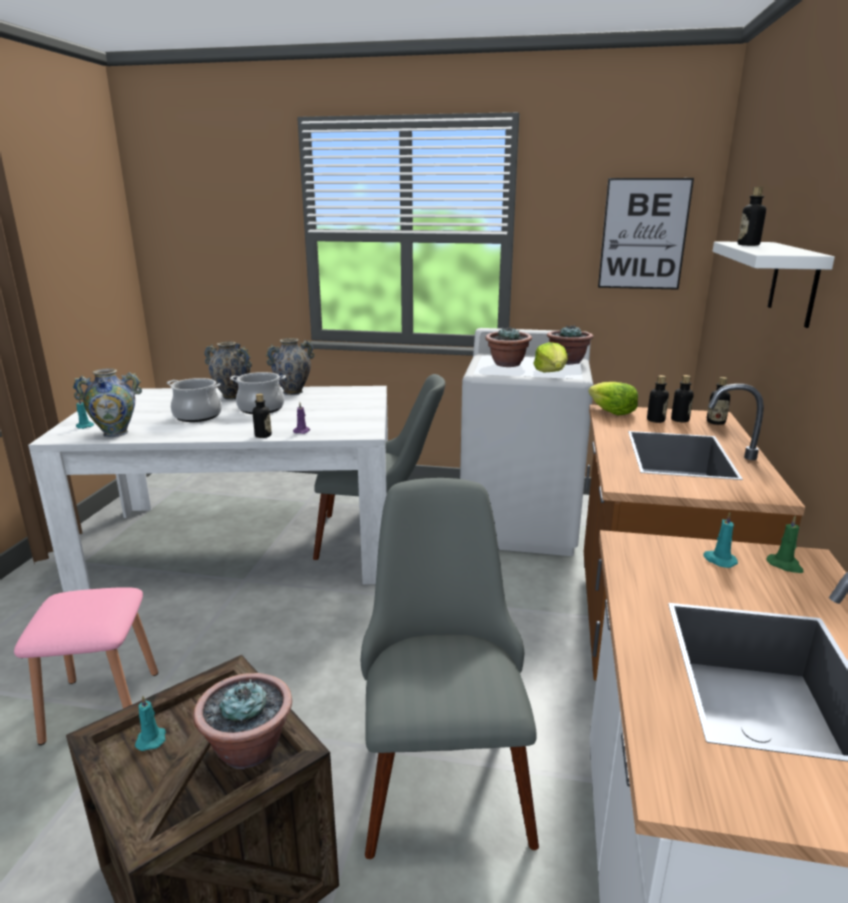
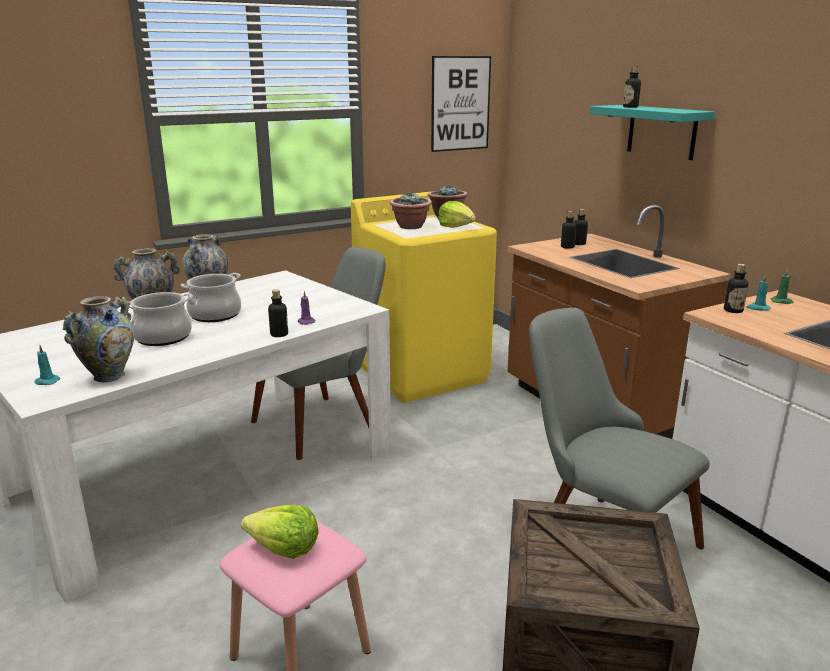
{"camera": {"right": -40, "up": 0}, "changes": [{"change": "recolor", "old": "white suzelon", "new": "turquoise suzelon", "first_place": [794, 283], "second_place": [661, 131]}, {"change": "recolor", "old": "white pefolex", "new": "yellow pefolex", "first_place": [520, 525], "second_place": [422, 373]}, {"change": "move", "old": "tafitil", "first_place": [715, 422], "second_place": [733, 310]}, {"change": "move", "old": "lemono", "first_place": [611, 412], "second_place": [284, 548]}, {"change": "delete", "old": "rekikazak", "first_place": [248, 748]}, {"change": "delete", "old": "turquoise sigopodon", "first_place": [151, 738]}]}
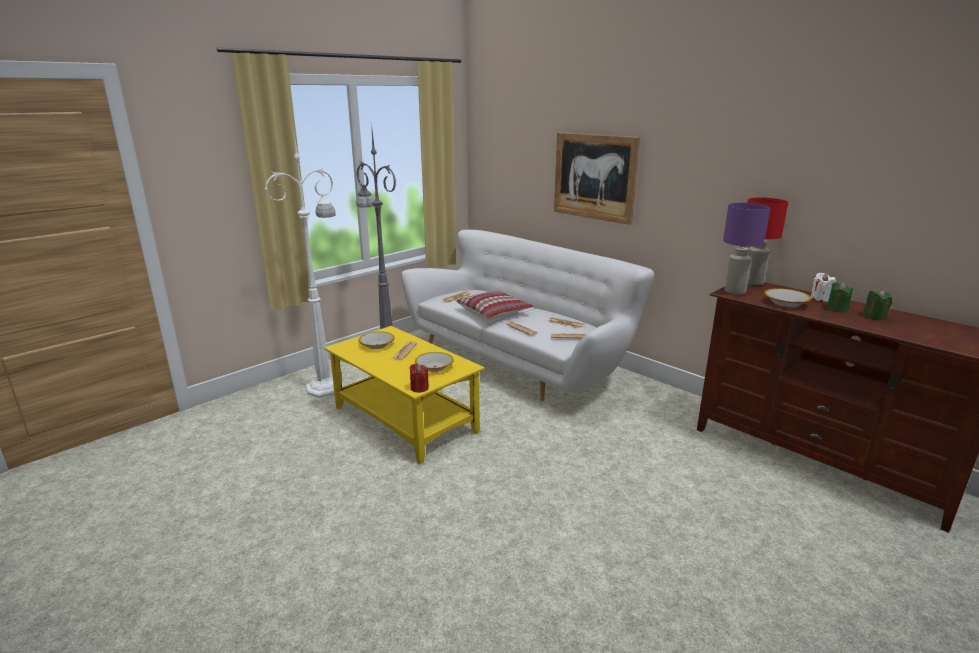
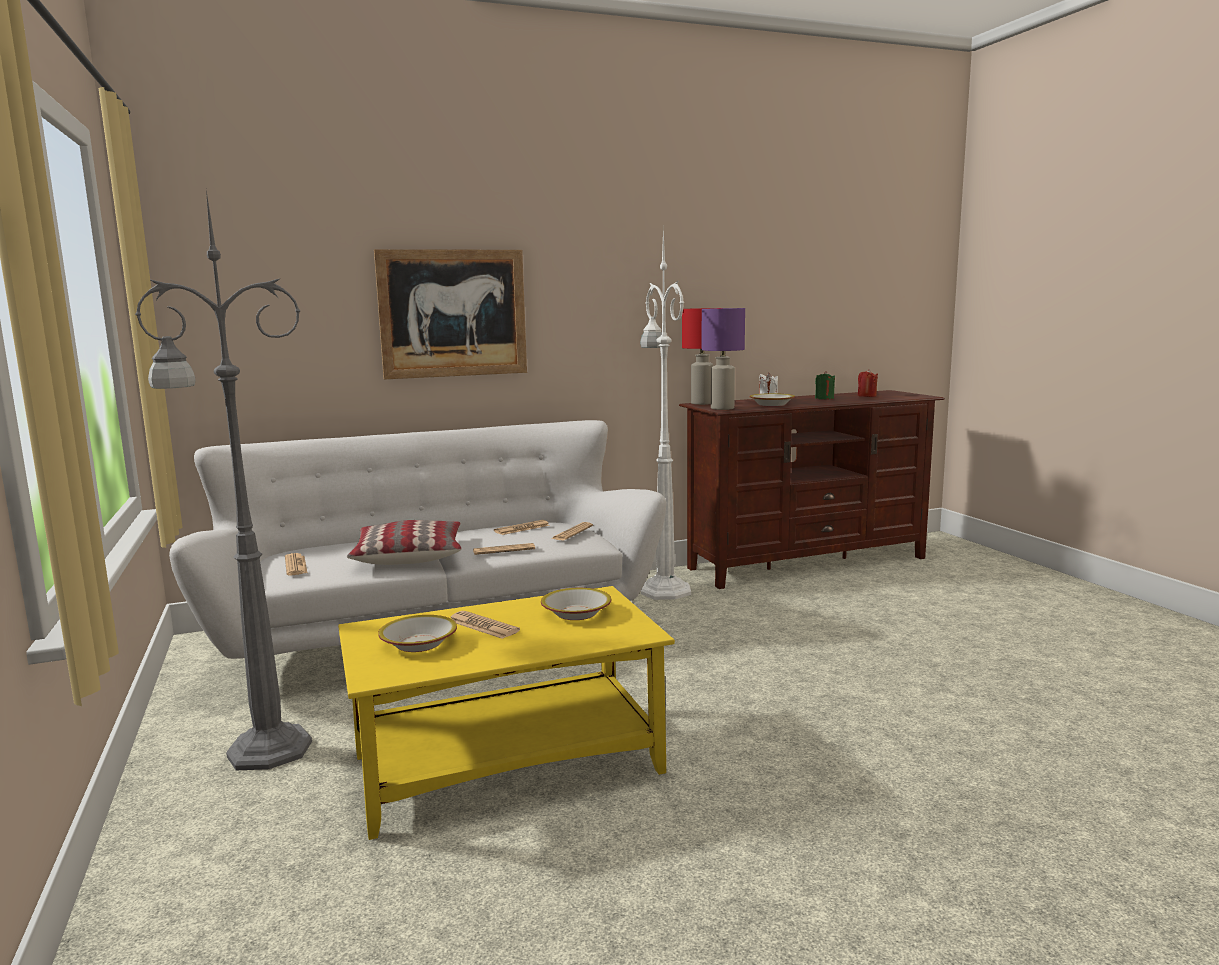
{"camera": {"right": -65, "up": -10}, "changes": [{"change": "move", "old": "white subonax", "first_place": [326, 387], "second_place": [664, 589]}, {"change": "delete", "old": "green sigopodon", "first_place": [837, 309]}, {"change": "move", "old": "red sigopodon", "first_place": [419, 388], "second_place": [867, 396]}]}
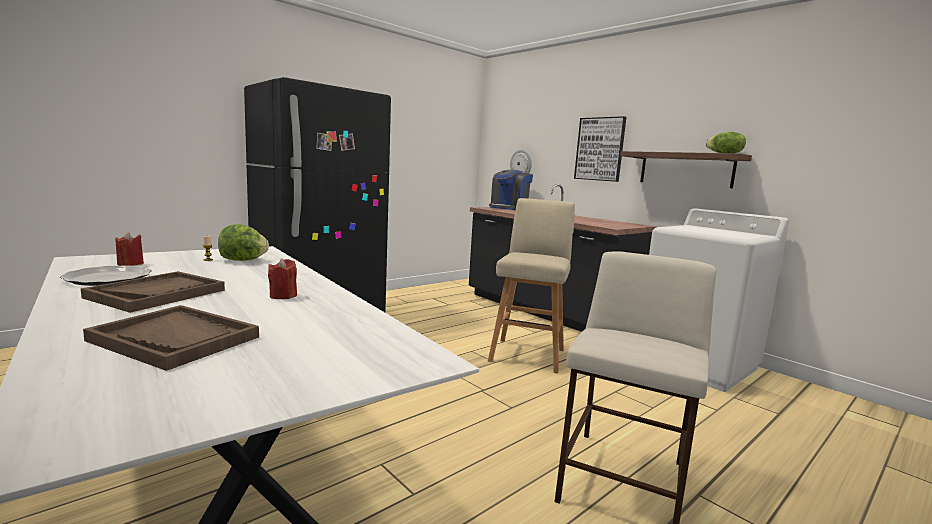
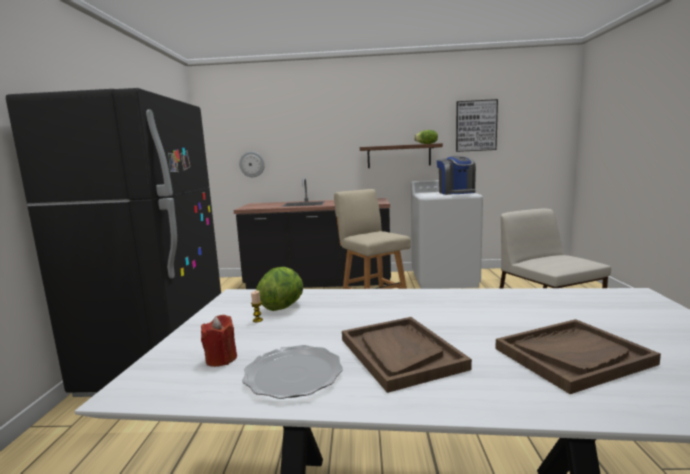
{"camera": {"right": -45, "up": 0}, "changes": [{"change": "move", "old": "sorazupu", "first_place": [600, 149], "second_place": [476, 126]}, {"change": "move", "old": "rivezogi", "first_place": [509, 208], "second_place": [456, 193]}, {"change": "delete", "old": "red sigopodon", "first_place": [283, 296]}]}
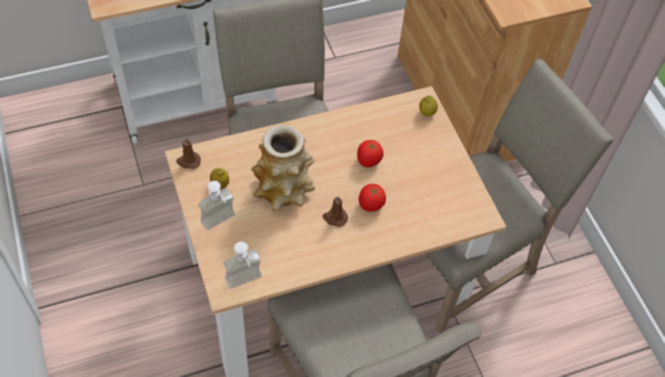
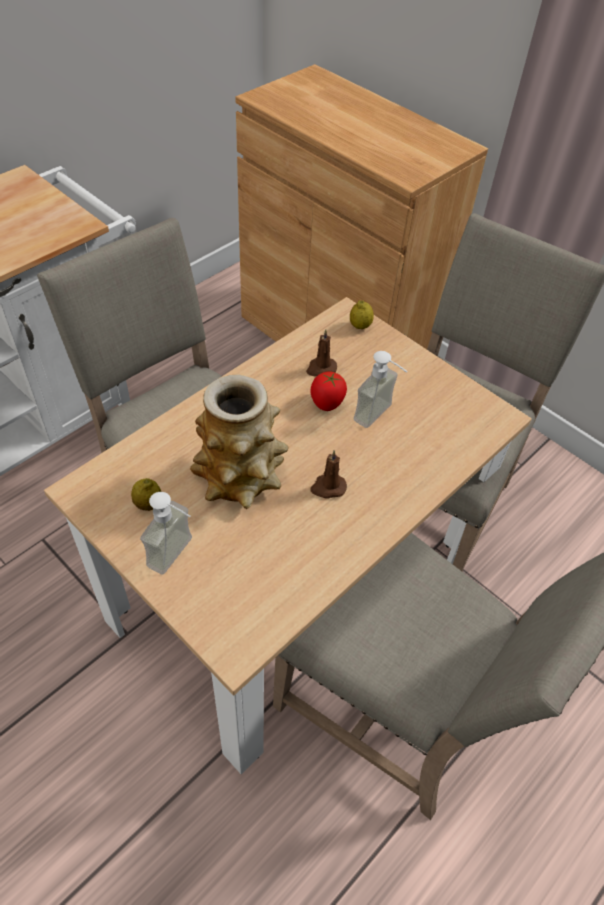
{"camera": {"right": -25, "up": -5}, "changes": [{"change": "move", "old": "brown sigopodon", "first_place": [188, 161], "second_place": [321, 368]}, {"change": "delete", "old": "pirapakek", "first_place": [370, 205]}, {"change": "move", "old": "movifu", "first_place": [246, 283], "second_place": [380, 417]}]}
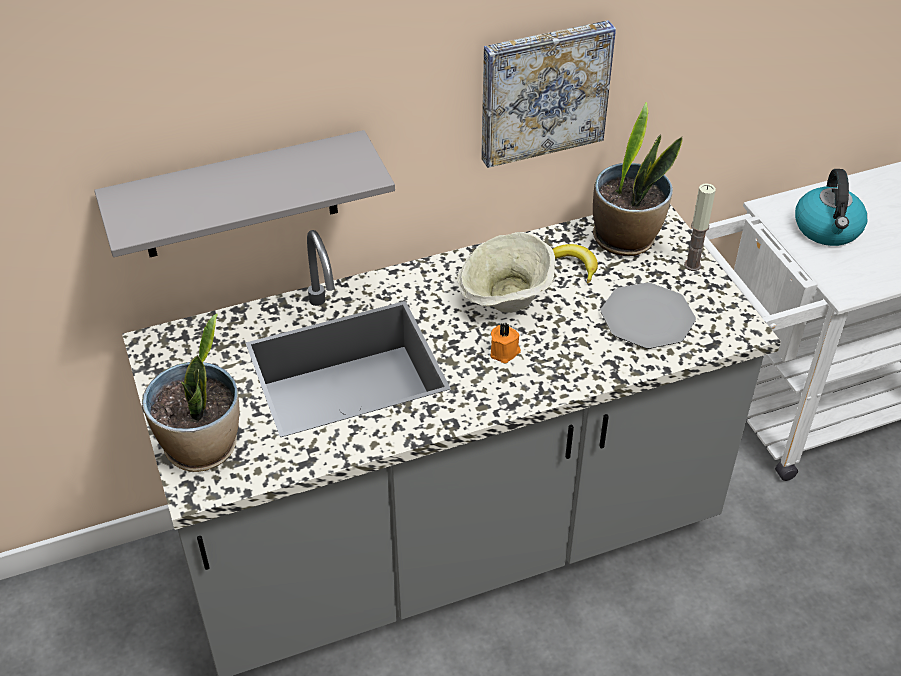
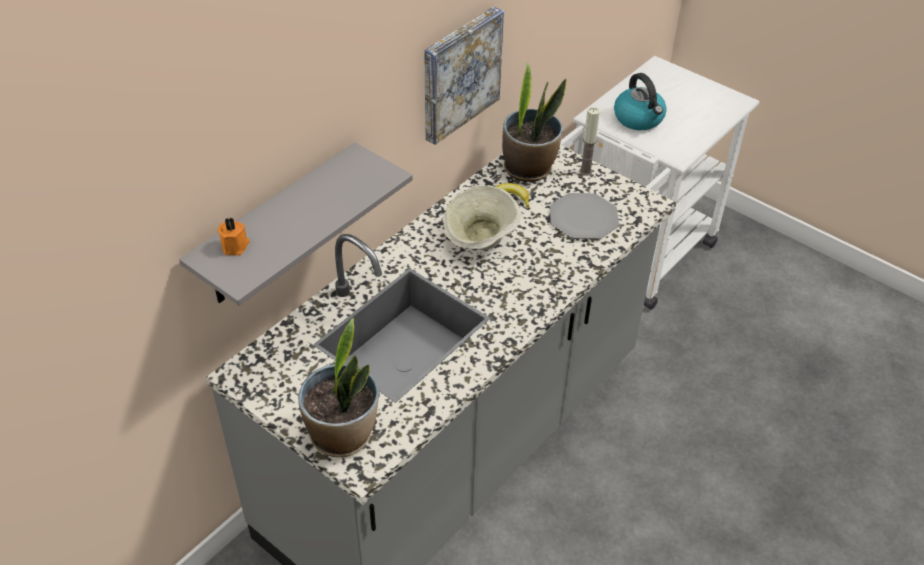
{"camera": {"right": -30, "up": 0}, "changes": [{"change": "move", "old": "orange sigopodon", "first_place": [505, 352], "second_place": [236, 246]}]}
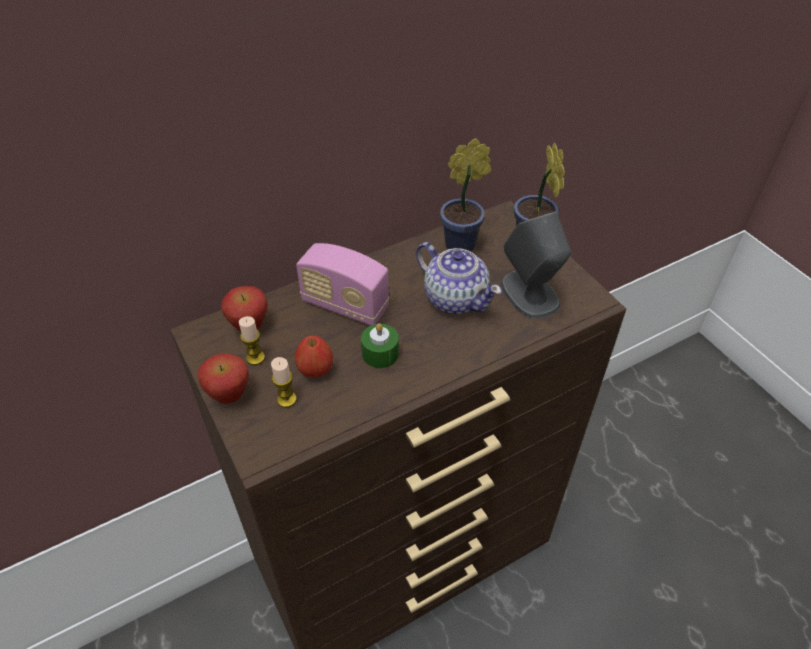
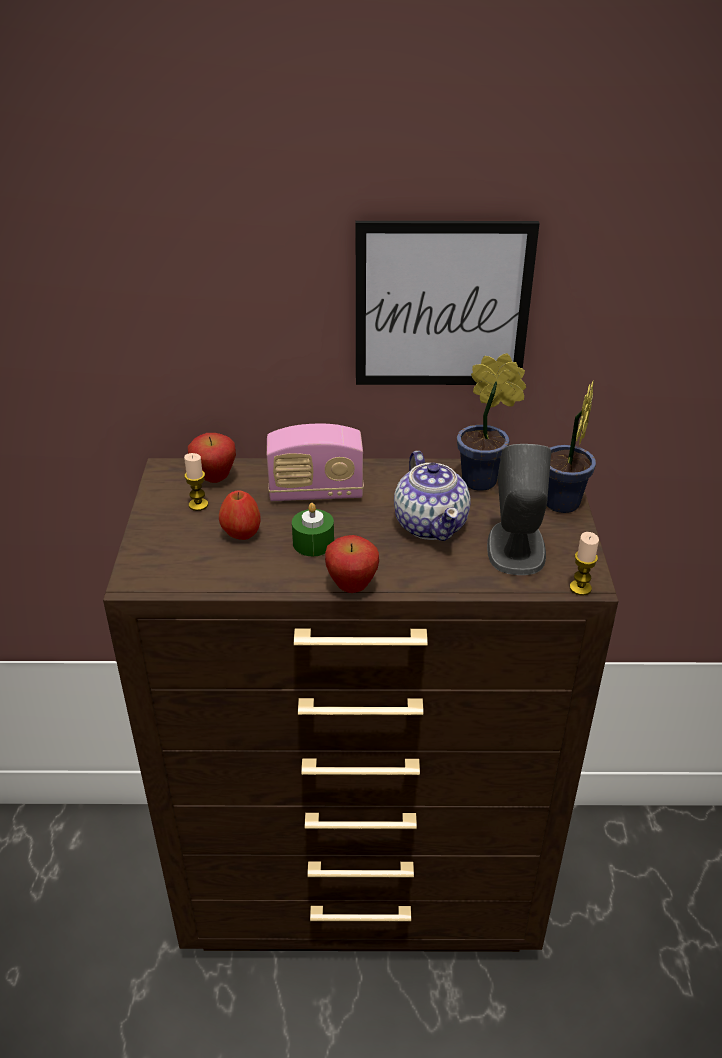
{"camera": {"right": 30, "up": -10}, "changes": [{"change": "rotate", "old": "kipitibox", "first_place": [345, 305], "second_place": [316, 492], "degrees": -60}, {"change": "move", "old": "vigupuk", "first_place": [229, 396], "second_place": [352, 587]}, {"change": "move", "old": "sigopodon", "first_place": [286, 399], "second_place": [580, 588]}, {"change": "insert", "new": "sorazupu", "second_place": [442, 305]}]}
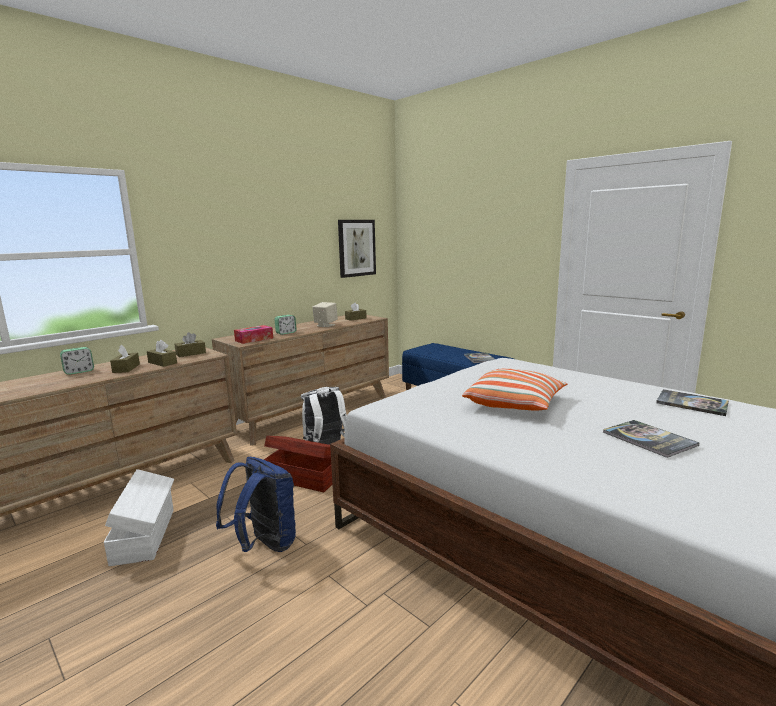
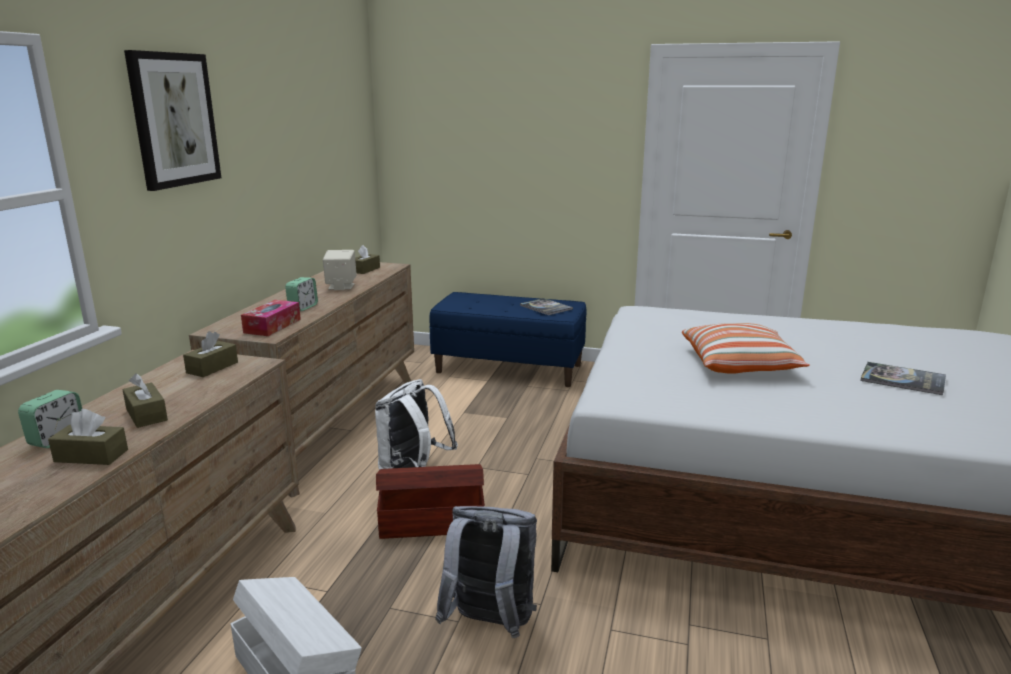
{"camera": {"right": -30, "up": 5}, "changes": [{"change": "move", "old": "sorazupu", "first_place": [356, 248], "second_place": [174, 120]}, {"change": "move", "old": "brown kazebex", "first_place": [162, 363], "second_place": [91, 456]}, {"change": "delete", "old": "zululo", "first_place": [692, 403]}, {"change": "recolor", "old": "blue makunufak", "new": "grey makunufak", "first_place": [264, 545], "second_place": [490, 624]}]}
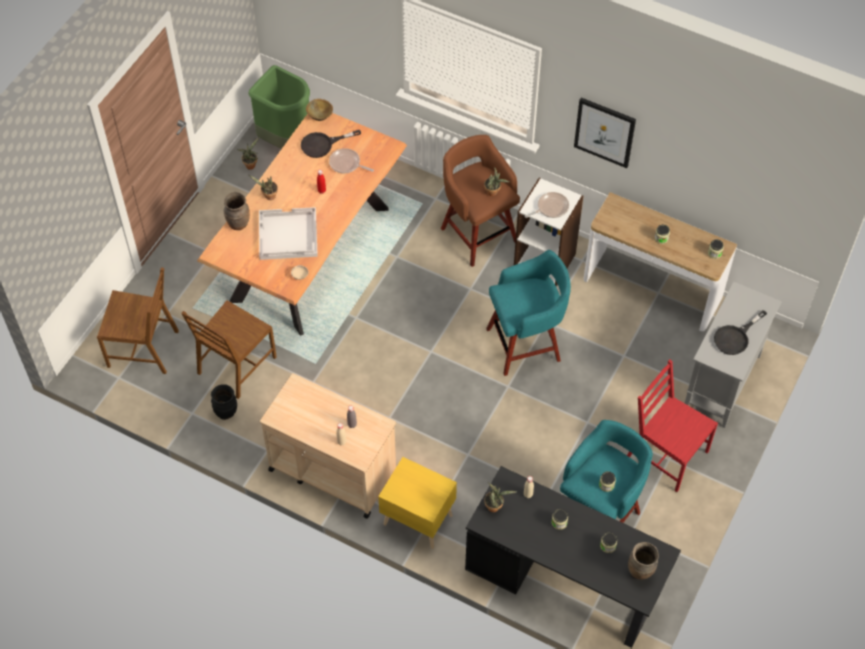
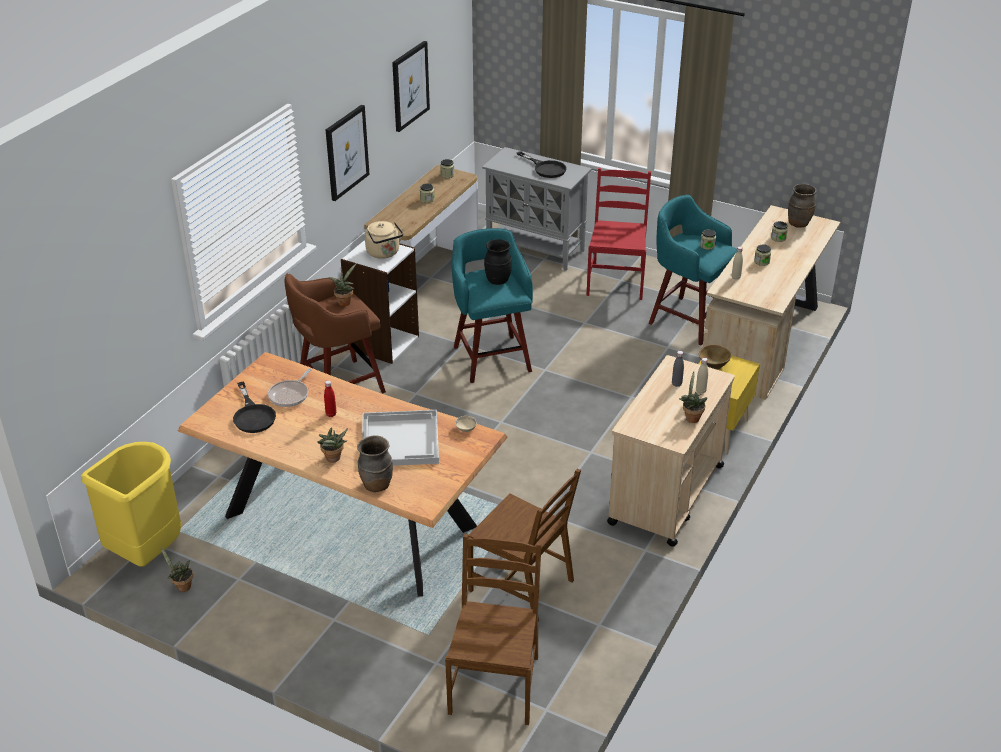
{"camera": {"right": -90, "up": -20}, "changes": [{"change": "recolor", "old": "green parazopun", "new": "yellow parazopun", "first_place": [286, 140], "second_place": [146, 551]}, {"change": "move", "old": "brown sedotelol", "first_place": [320, 116], "second_place": [714, 365]}, {"change": "replace", "old": "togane", "new": "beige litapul", "first_place": [550, 208], "second_place": [384, 253]}, {"change": "rotate", "old": "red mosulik", "first_place": [666, 454], "second_place": [616, 281], "degrees": 150}, {"change": "move", "old": "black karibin", "first_place": [226, 412], "second_place": [497, 280]}, {"change": "recolor", "old": "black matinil", "new": "beige matinil", "first_place": [564, 583], "second_place": [764, 340]}, {"change": "move", "old": "rekikazak", "first_place": [495, 506], "second_place": [691, 417]}, {"change": "insert", "new": "sorazupu", "second_place": [410, 86]}]}
